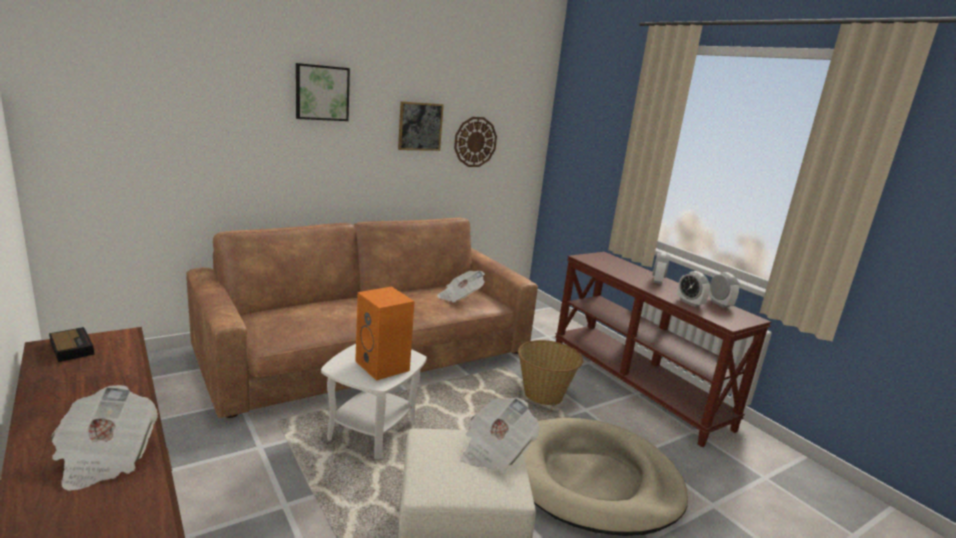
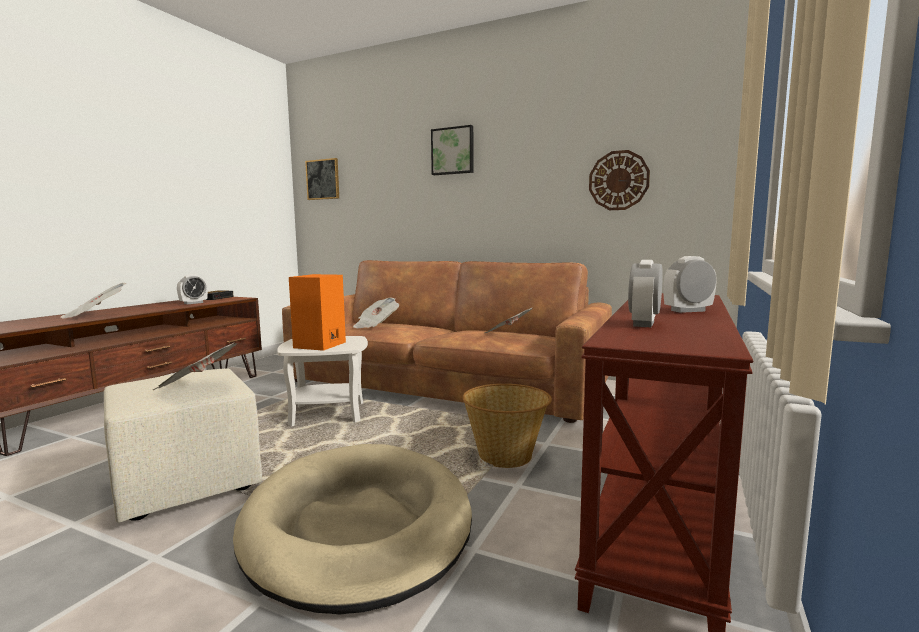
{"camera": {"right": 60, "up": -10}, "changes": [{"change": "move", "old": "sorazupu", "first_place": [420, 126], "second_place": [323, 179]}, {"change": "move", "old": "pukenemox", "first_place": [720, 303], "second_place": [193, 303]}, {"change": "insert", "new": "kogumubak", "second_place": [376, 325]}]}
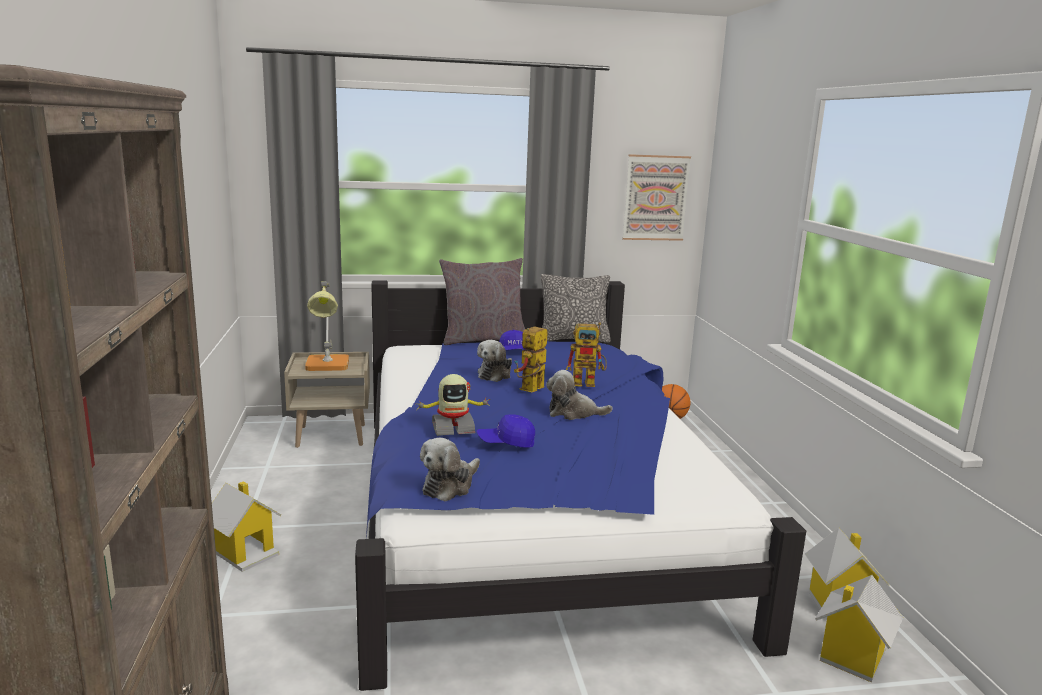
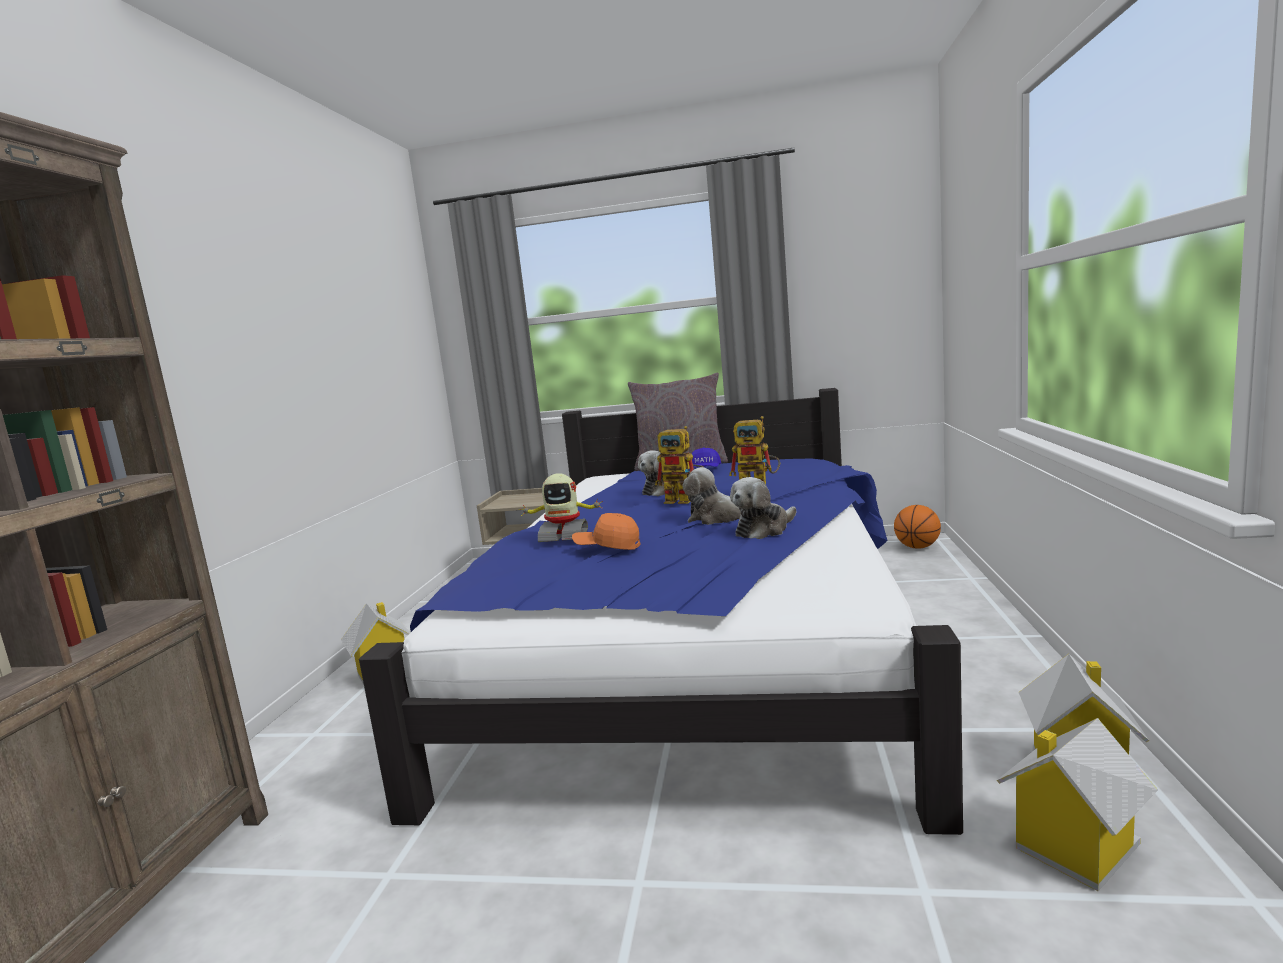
{"camera": {"right": 20, "up": -5}, "changes": [{"change": "delete", "old": "sorazupu", "first_place": [655, 198]}, {"change": "delete", "old": "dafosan", "first_place": [573, 339]}, {"change": "delete", "old": "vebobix", "first_place": [327, 366]}, {"change": "rotate", "old": "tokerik", "first_place": [531, 390], "second_place": [686, 500], "degrees": -120}, {"change": "recolor", "old": "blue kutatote", "new": "orange kutatote", "first_place": [506, 443], "second_place": [607, 547]}, {"change": "move", "old": "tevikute", "first_place": [450, 486], "second_place": [764, 530]}]}
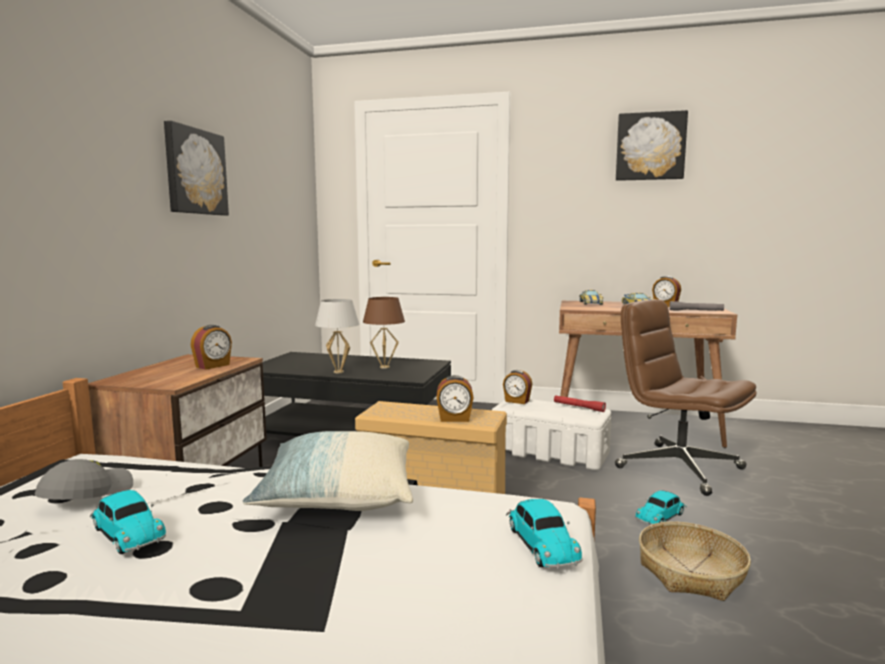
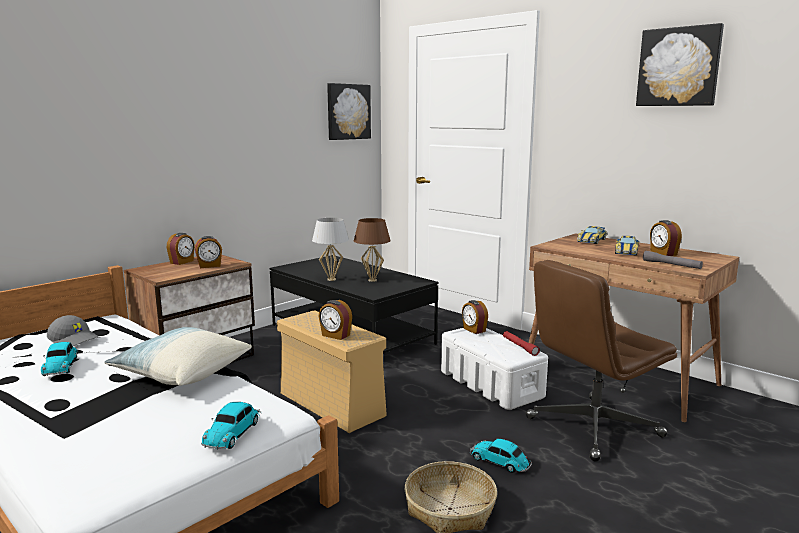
{"camera": {"right": 30, "up": 5}, "changes": [{"change": "move", "old": "sorazupu", "first_place": [194, 172], "second_place": [347, 112]}, {"change": "rotate", "old": "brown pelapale", "first_place": [678, 468], "second_place": [592, 428], "degrees": -105}, {"change": "rotate", "old": "grey kutatote", "first_place": [86, 494], "second_place": [75, 340], "degrees": 75}, {"change": "rotate", "old": "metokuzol", "first_place": [661, 516], "second_place": [500, 462], "degrees": 45}, {"change": "insert", "new": "pukenemox", "second_place": [182, 262]}]}
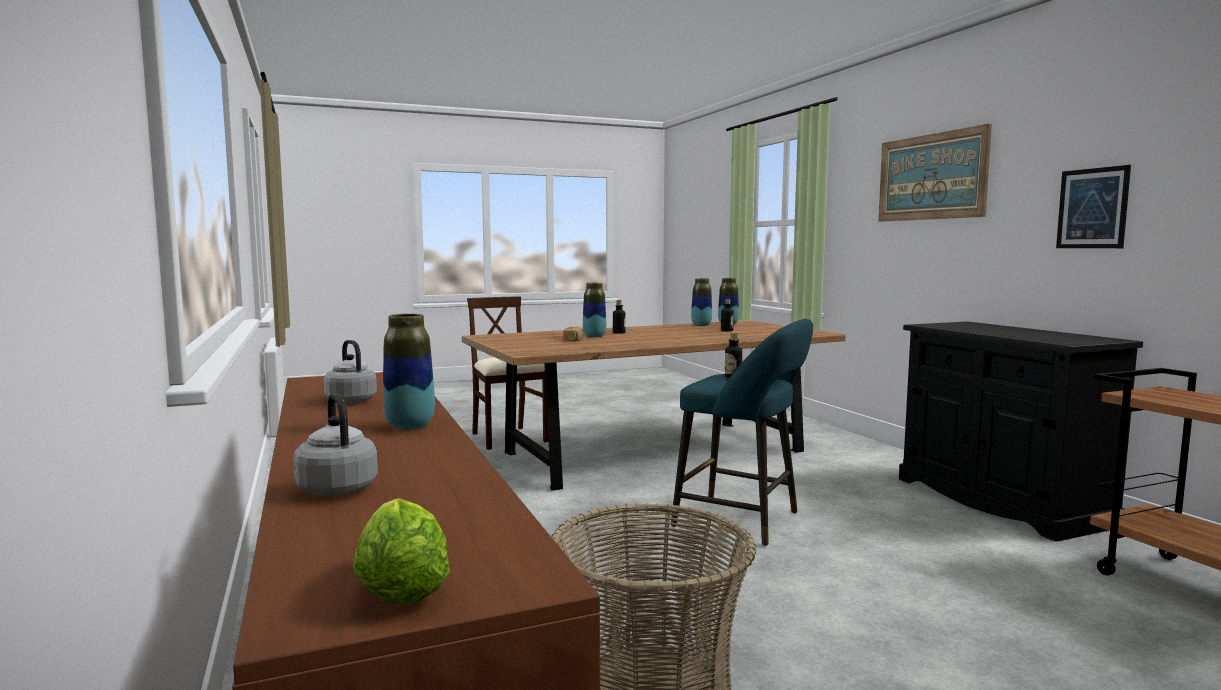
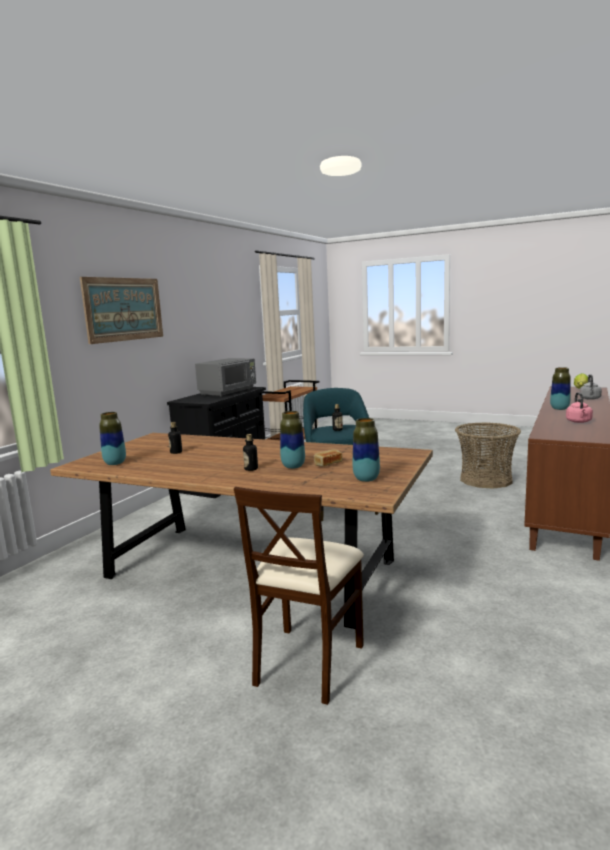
{"camera": {"right": -130, "up": 5}, "changes": [{"change": "delete", "old": "sorazupu", "first_place": [1092, 208]}, {"change": "move", "old": "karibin", "first_place": [701, 325], "second_place": [366, 479]}, {"change": "recolor", "old": "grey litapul", "new": "pink litapul", "first_place": [350, 400], "second_place": [579, 422]}, {"change": "insert", "new": "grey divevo", "second_place": [228, 392]}]}
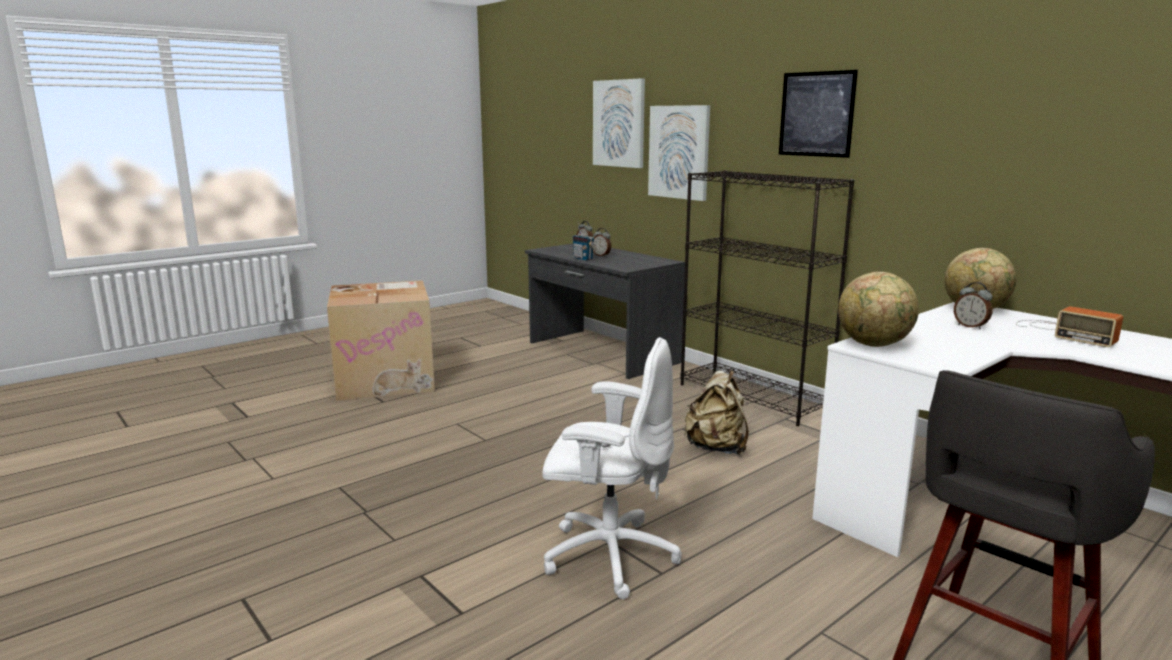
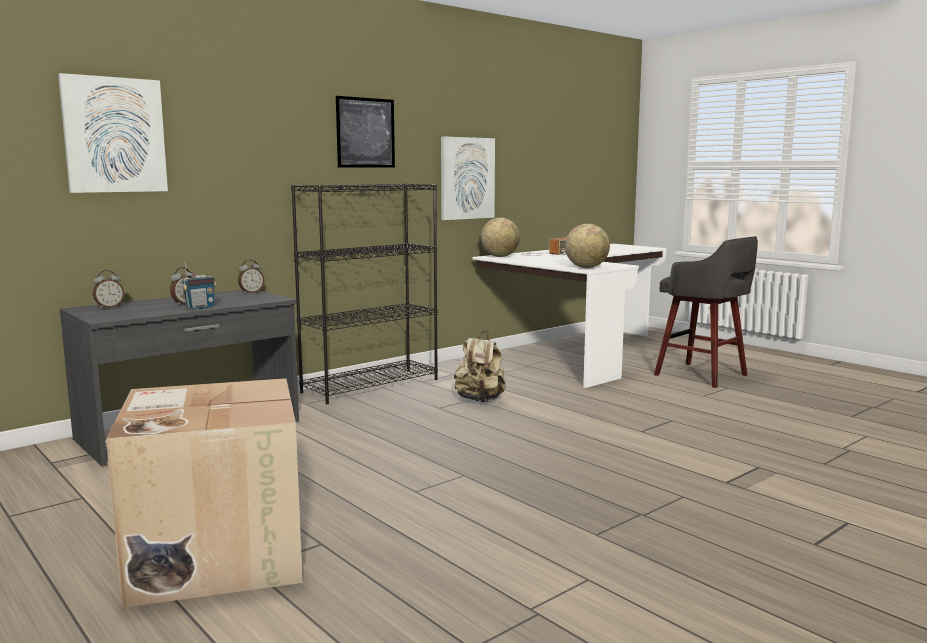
{"camera": {"right": -90, "up": -5}, "changes": [{"change": "move", "old": "sorazupu", "first_place": [679, 152], "second_place": [467, 178]}, {"change": "move", "old": "pukenemox", "first_place": [970, 326], "second_place": [251, 292]}, {"change": "delete", "old": "white pelapale", "first_place": [608, 555]}]}
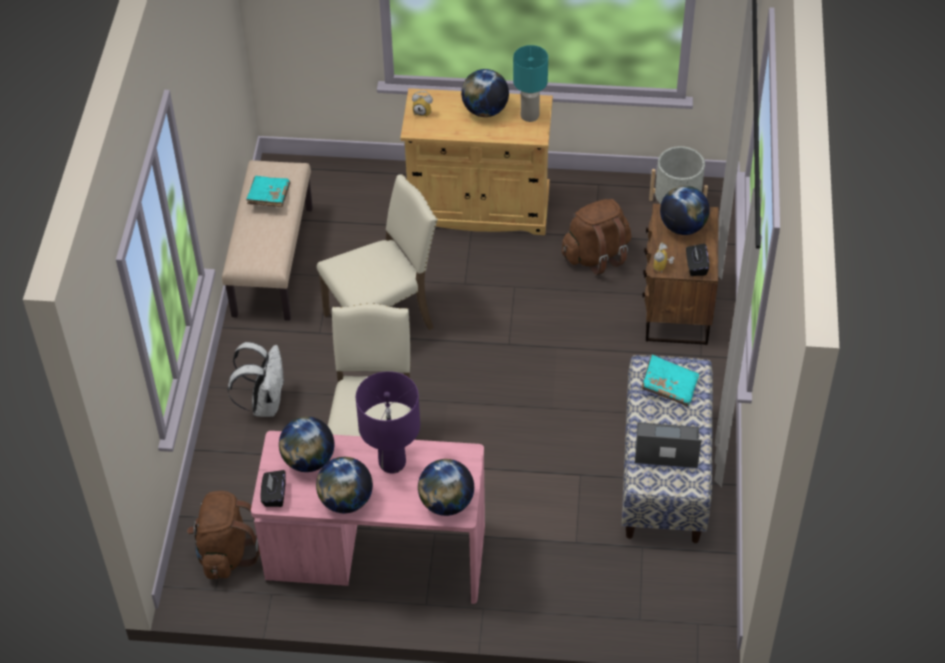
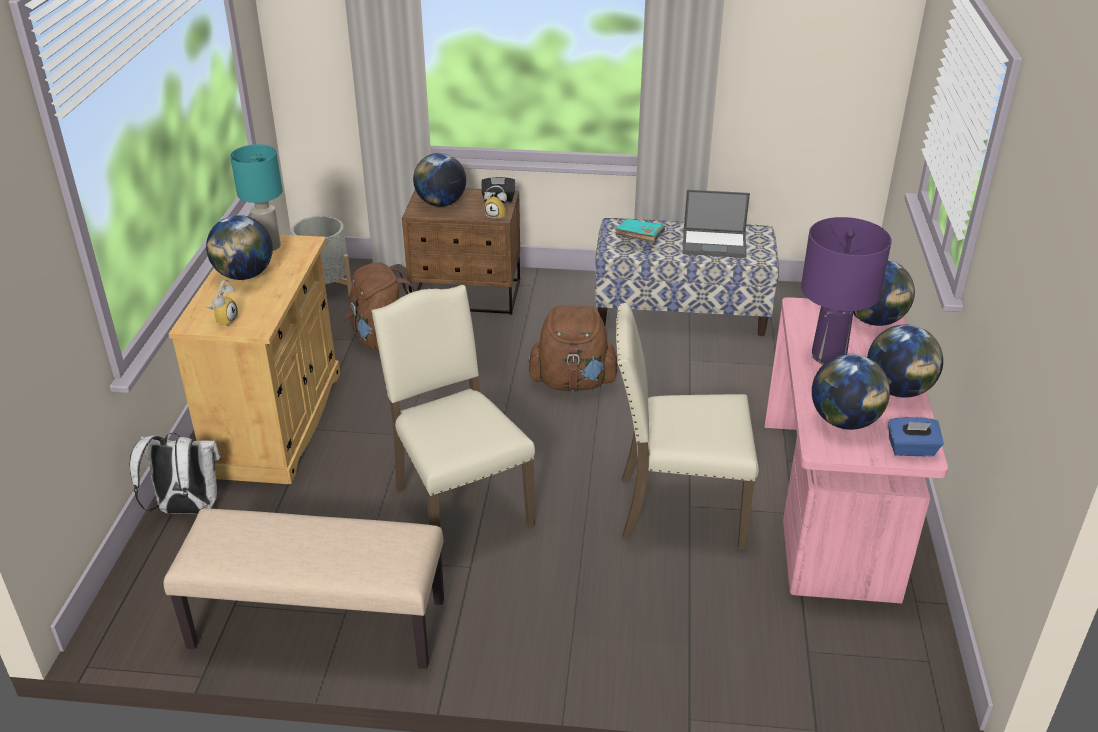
{"camera": {"right": -90, "up": -15}, "changes": [{"change": "delete", "old": "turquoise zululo", "first_place": [269, 197]}, {"change": "move", "old": "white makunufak", "first_place": [264, 403], "second_place": [186, 509]}, {"change": "rotate", "old": "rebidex", "first_place": [665, 446], "second_place": [715, 243], "degrees": -90}, {"change": "recolor", "old": "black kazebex", "new": "blue kazebex", "first_place": [274, 495], "second_place": [911, 449]}, {"change": "move", "old": "brown makunufak", "first_place": [226, 552], "second_place": [573, 382]}]}
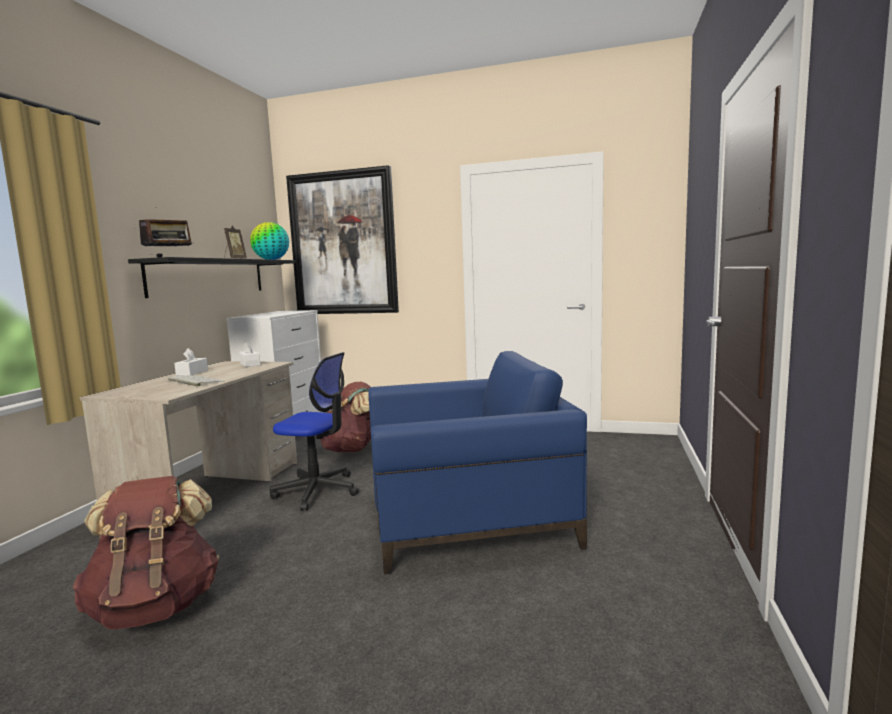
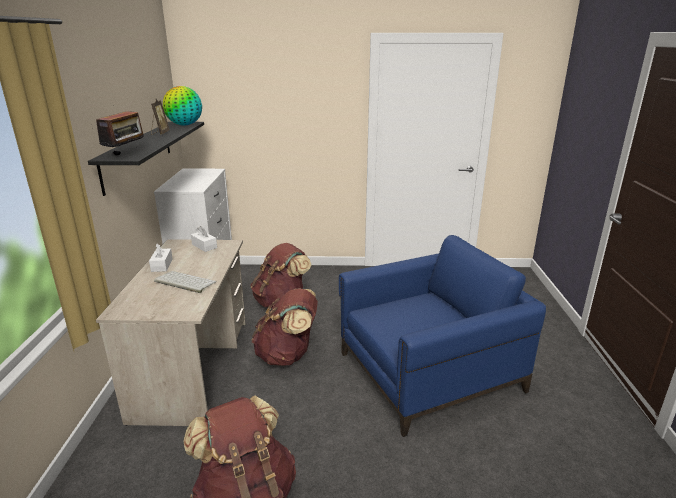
{"camera": {"right": -15, "up": 15}, "changes": [{"change": "delete", "old": "sorazupu", "first_place": [343, 243]}, {"change": "replace", "old": "pelapale", "new": "brown makunufak", "first_place": [317, 491], "second_place": [287, 355]}]}
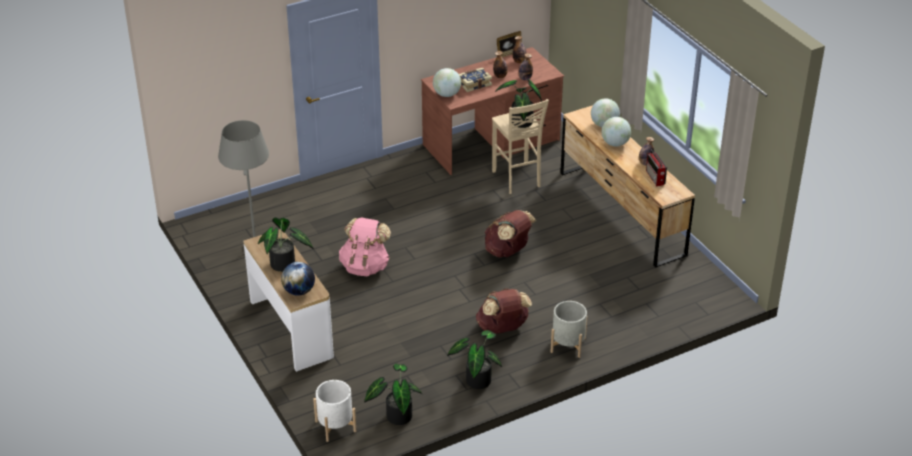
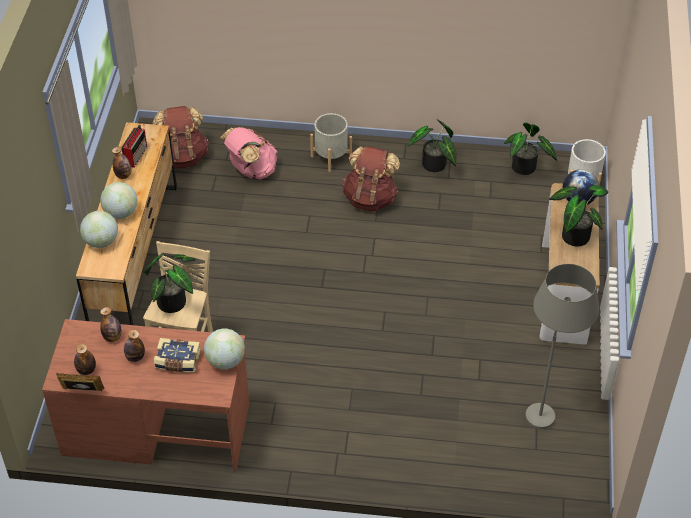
{"camera": {"right": -145, "up": 10}, "changes": [{"change": "move", "old": "brown makunufak", "first_place": [508, 251], "second_place": [182, 157]}, {"change": "move", "old": "pink makunufak", "first_place": [365, 266], "second_place": [251, 170]}]}
